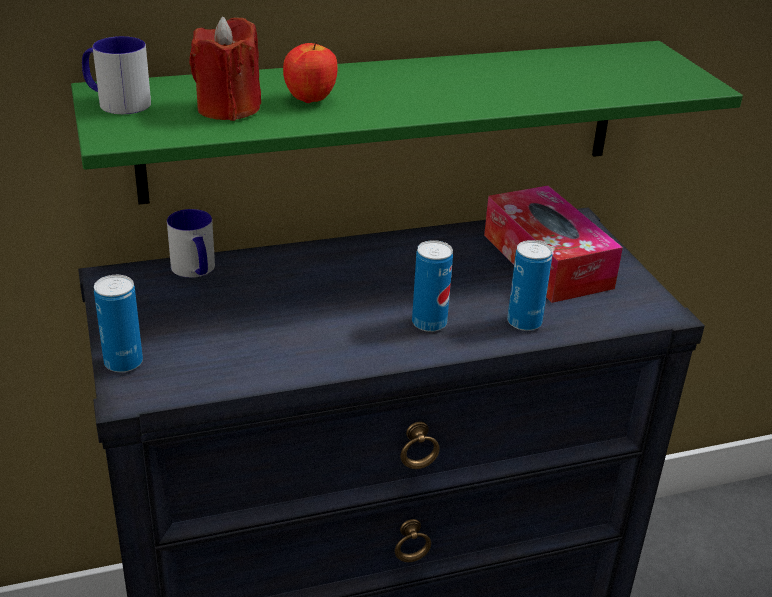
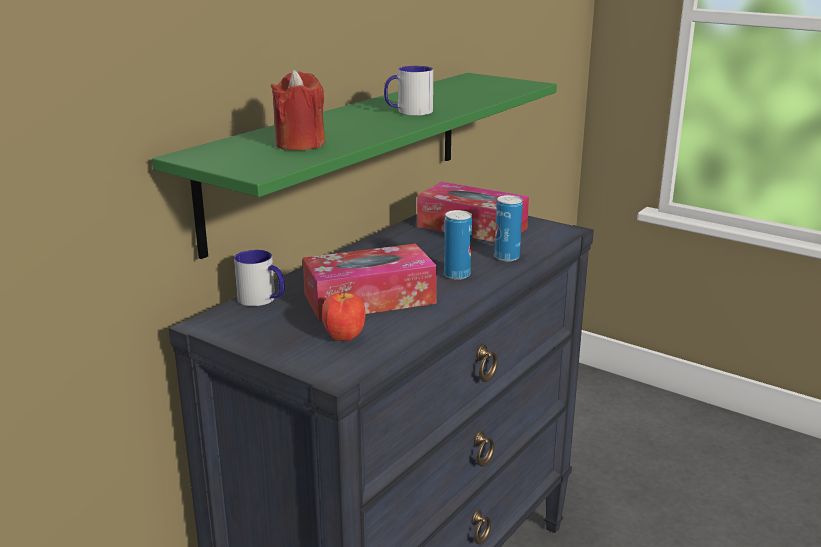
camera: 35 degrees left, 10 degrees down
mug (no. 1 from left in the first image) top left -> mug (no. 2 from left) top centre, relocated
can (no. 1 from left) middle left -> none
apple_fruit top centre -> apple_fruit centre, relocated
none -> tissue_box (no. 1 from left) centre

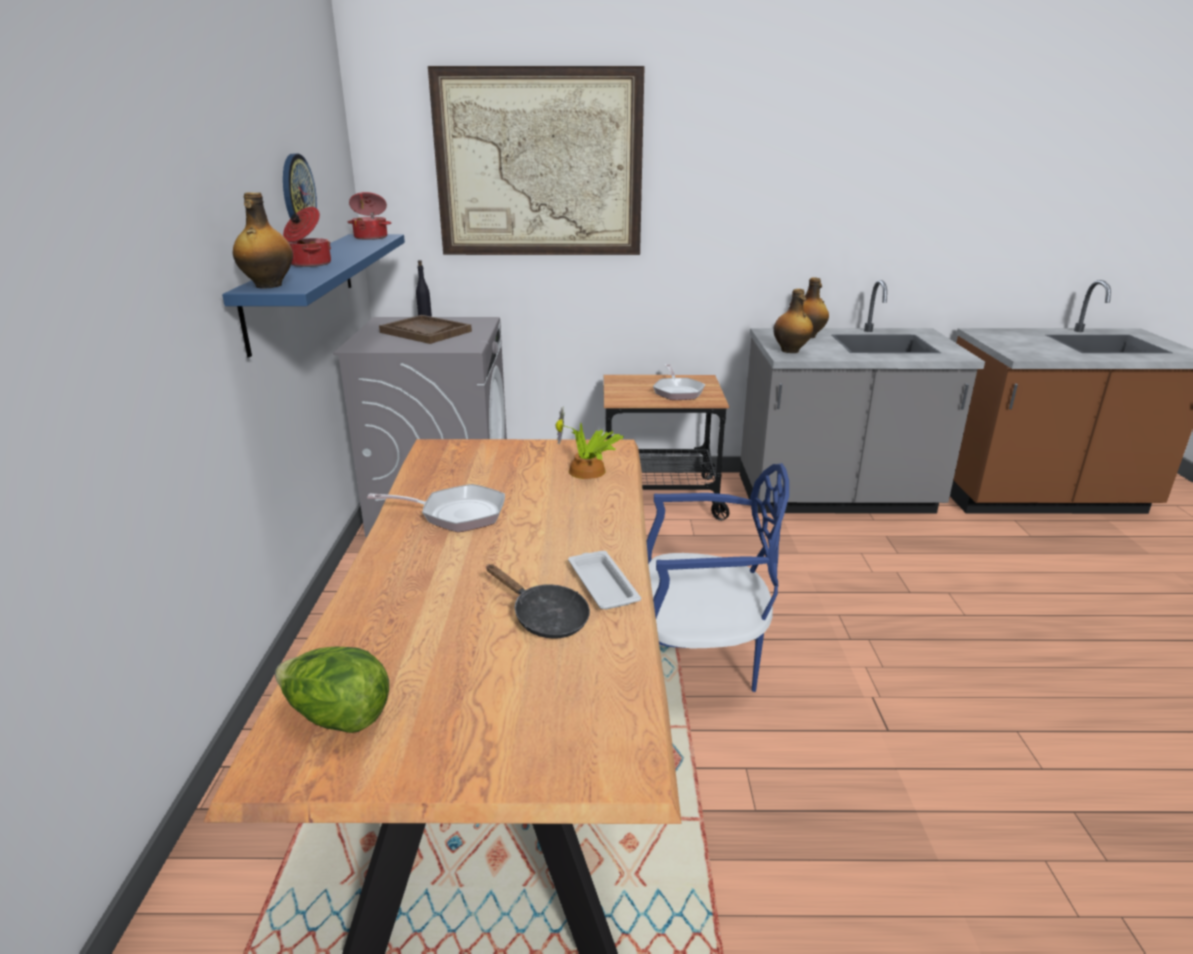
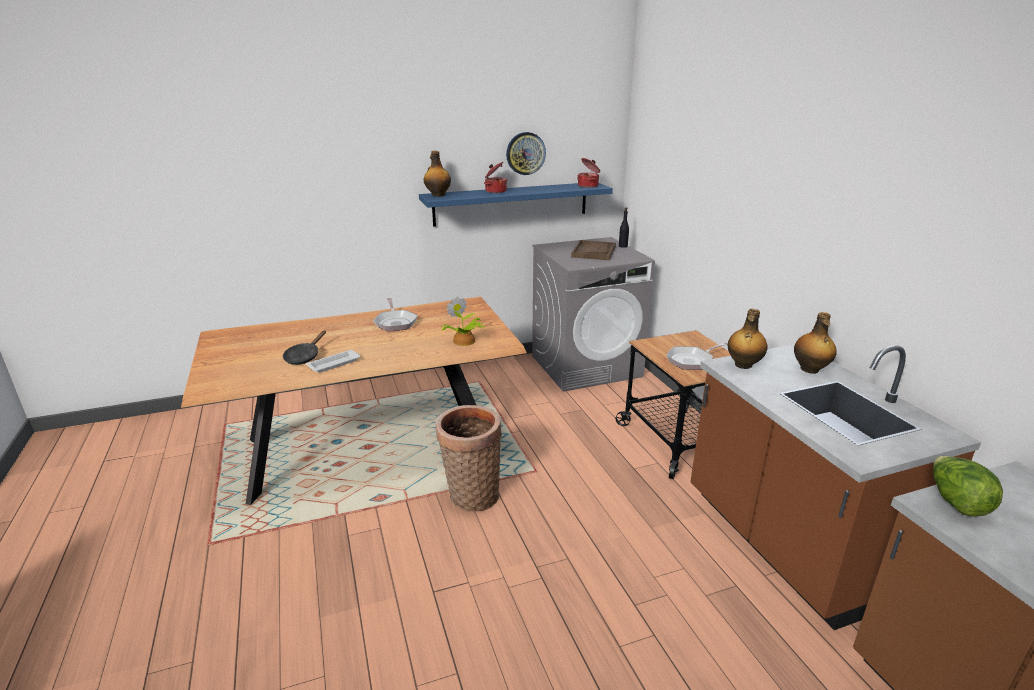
camera: 70 degrees right, 0 degrees up
lettuce bottom left -> lettuce bottom right, relocated
wall_picture top centre -> none
blue_chair centre -> storage_basket centre
greyish_counter middle right -> brownish_counter (no. 1 from left) bottom right

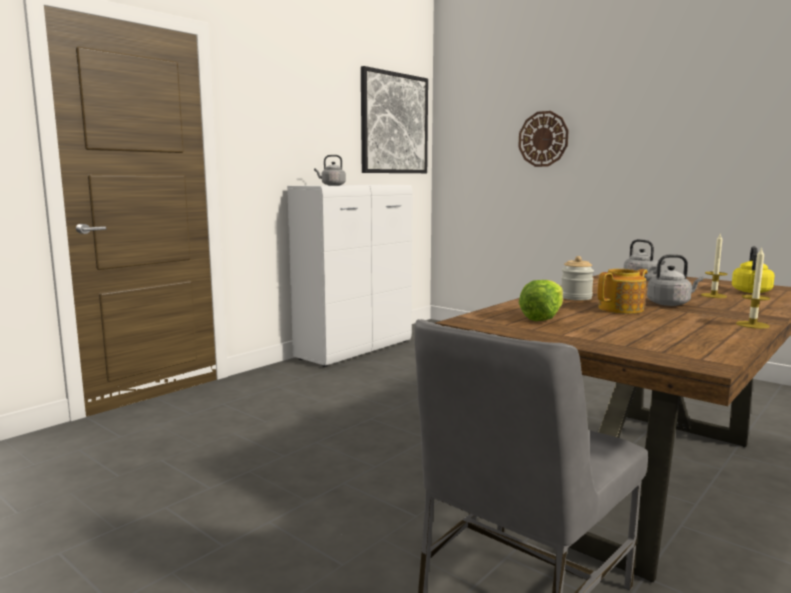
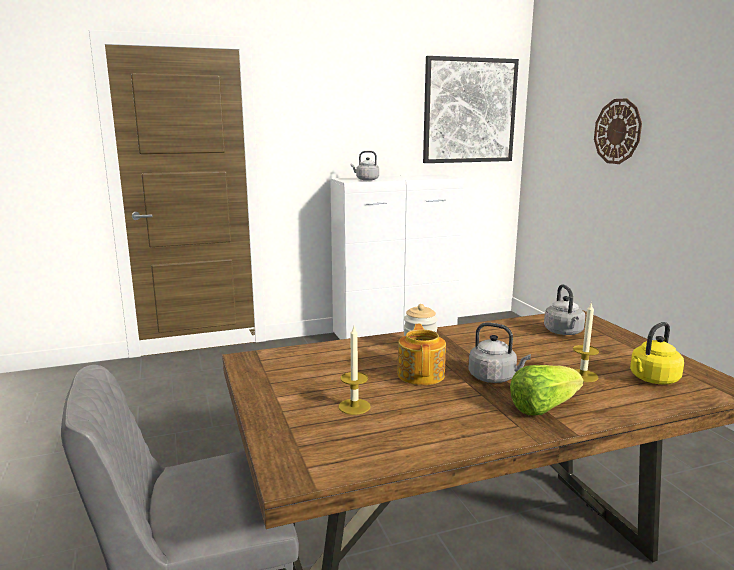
camera: 30 degrees right, 5 degrees up
lettuce middle right -> lettuce bottom right, relocated
tea_pot middle right -> tea_pot centre, 90 degrees counterclockwise
wax_candle (no. 2 from left in the first image) middle right -> wax_candle (no. 1 from left) centre, relocated

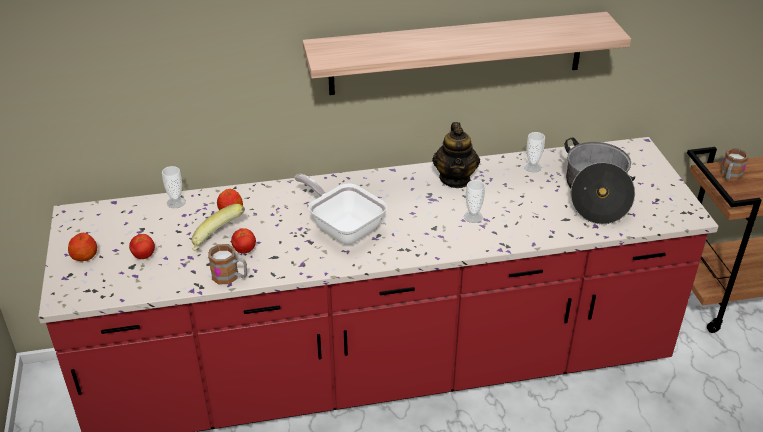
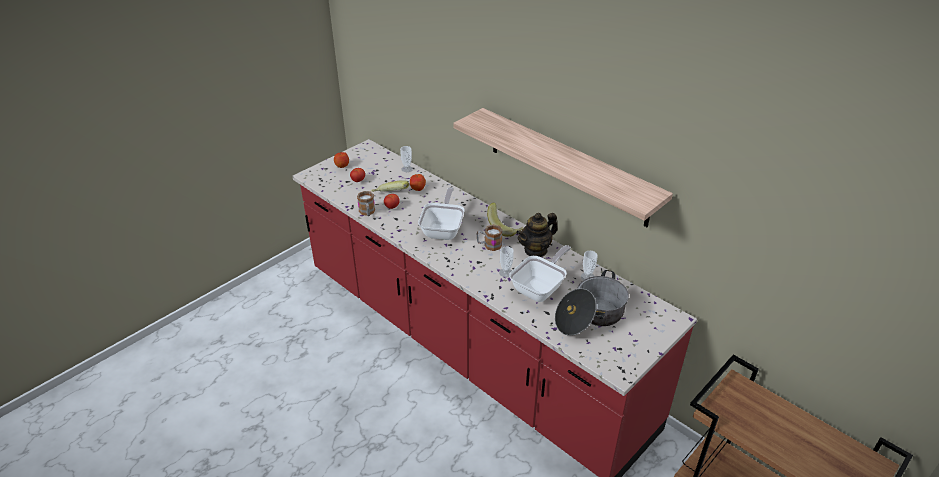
camera: 55 degrees right, 0 degrees up
mug (no. 2 from left) middle right -> mug (no. 2 from left) centre, relocated
none -> whole_banana (no. 2 from left) centre
none -> pan (no. 2 from left) centre

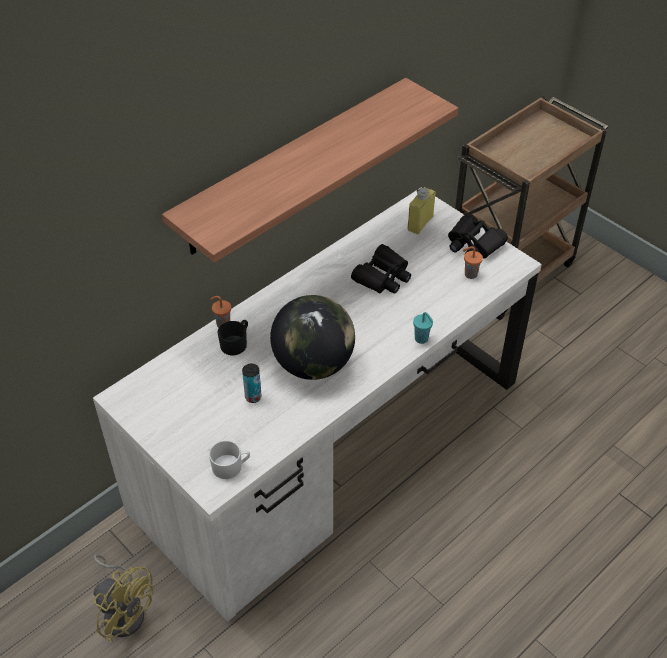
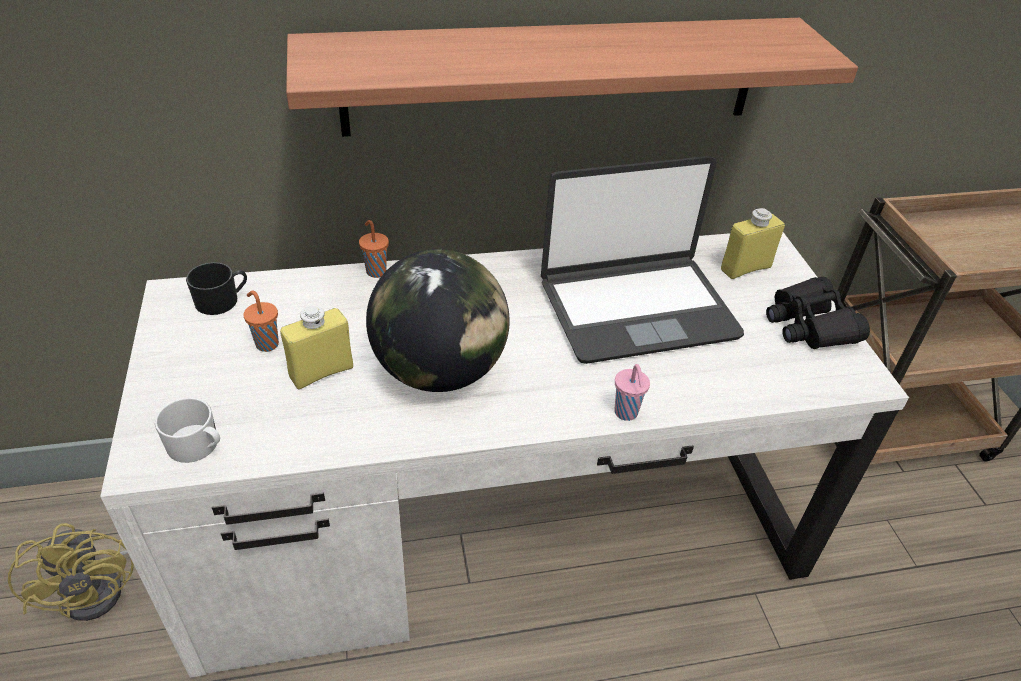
camera: 30 degrees right, 5 degrees down
black_mug centre -> black_mug middle left, relocated
can centre -> yellow-coloured_beverage_bottle (no. 1 from left) middle left
black_binoculars (no. 1 from left) centre -> laptop centre
blue-green_cup centre -> pink-coloured_cup centre
orange-coloured_cup (no. 2 from left in the first image) middle right -> orange-coloured_cup (no. 1 from left) middle left, relocated

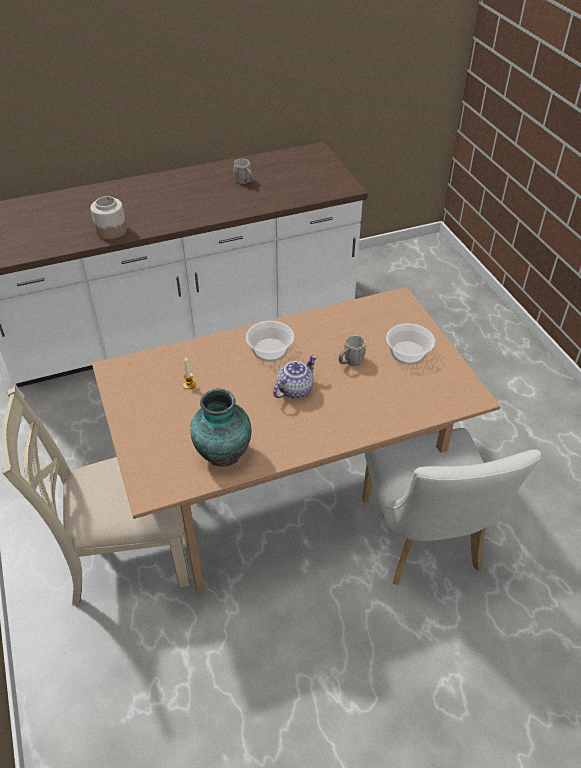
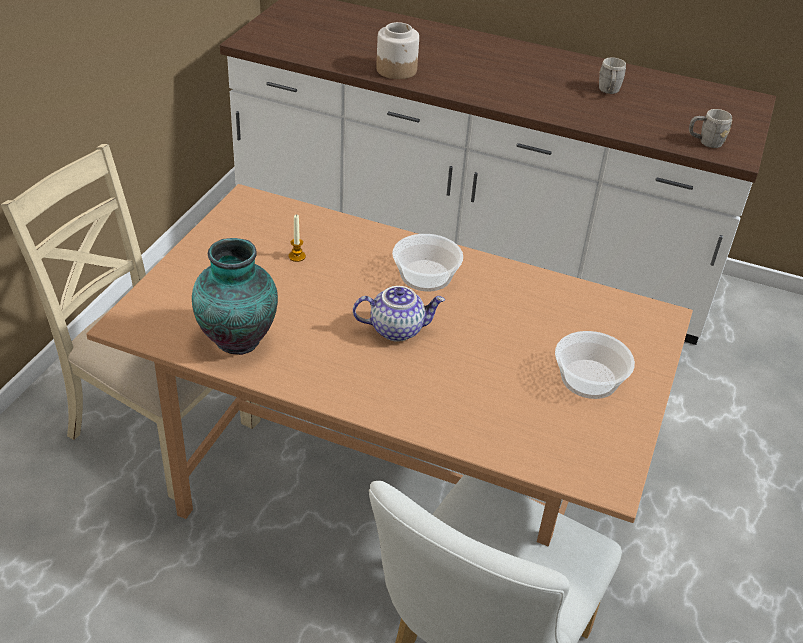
camera: 40 degrees right, 5 degrees down
greyish_mug (no. 2 from left) centre -> greyish_mug (no. 2 from left) top right, relocated

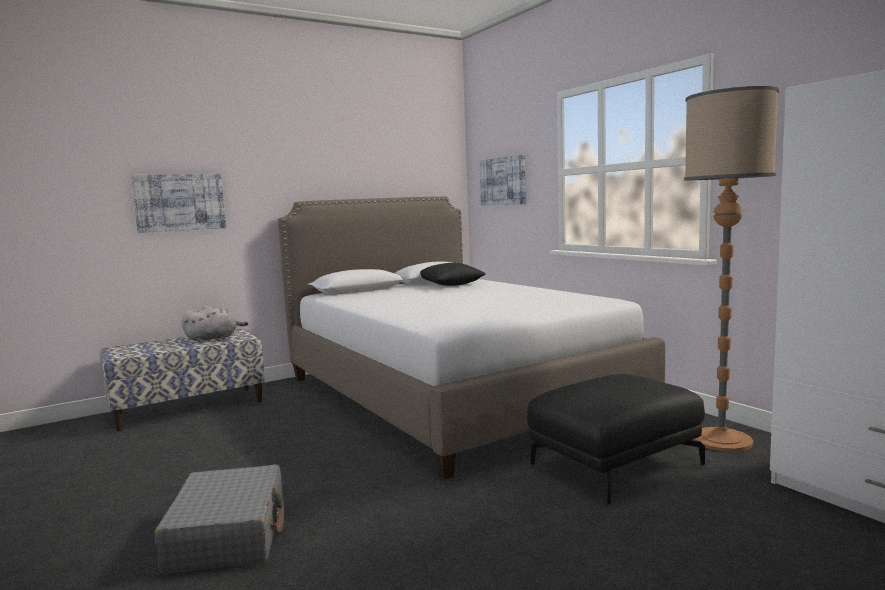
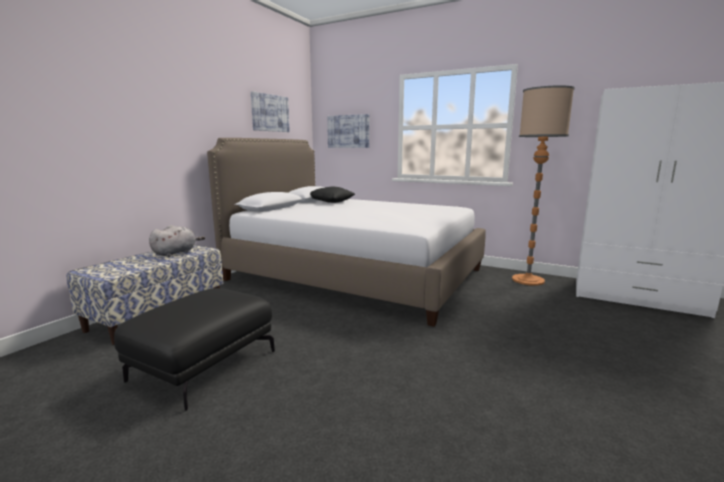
camera: 30 degrees left, 5 degrees up
wall_picture (no. 1 from left) middle left -> wall_picture (no. 1 from left) top centre, relocated
greyish_suitcase bottom left -> none
black_pouffe bottom right -> black_pouffe bottom left, relocated

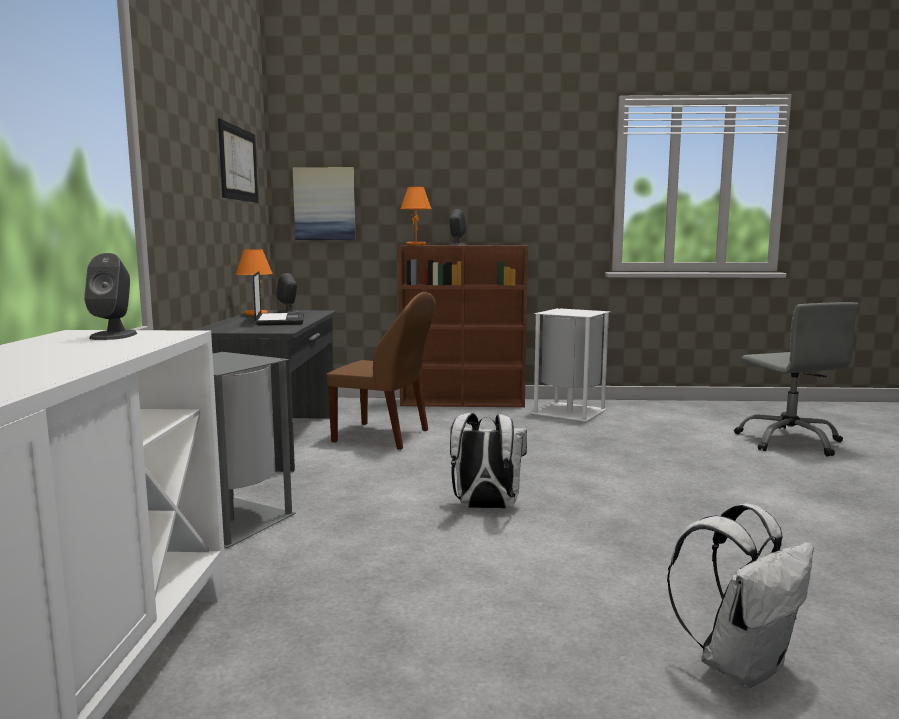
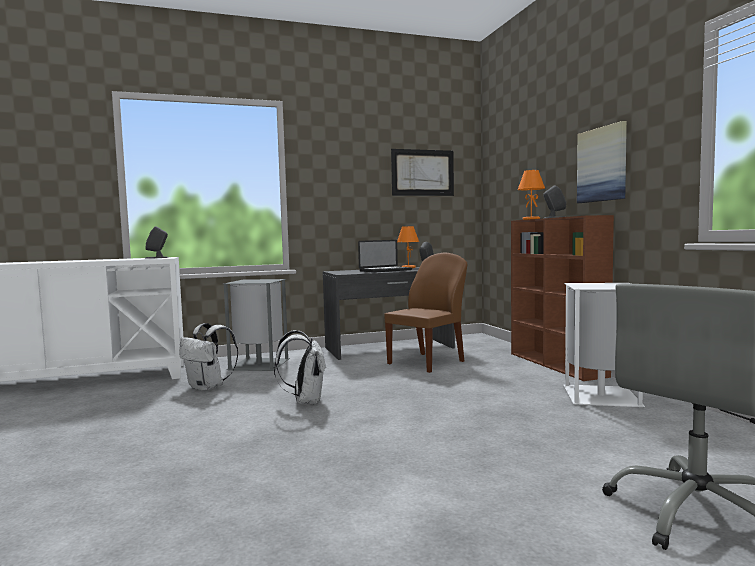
camera: 70 degrees right, 5 degrees down
wall_picture (no. 2 from left) top centre -> wall_picture (no. 2 from left) top right, relocated
brownish_chair centre, 135 degrees counterclockwise
white_rucksack (no. 2 from left in the first image) bottom right -> white_rucksack (no. 1 from left) middle left, relocated

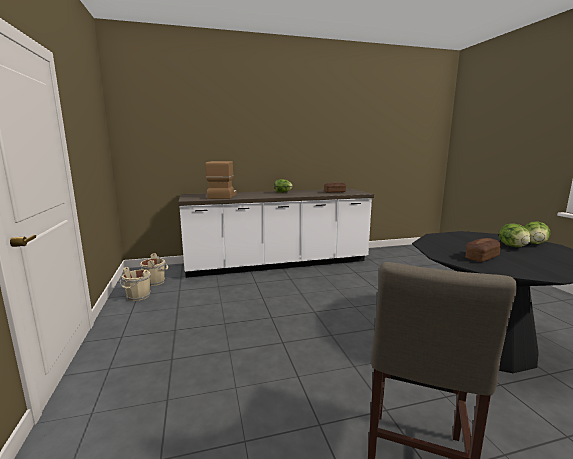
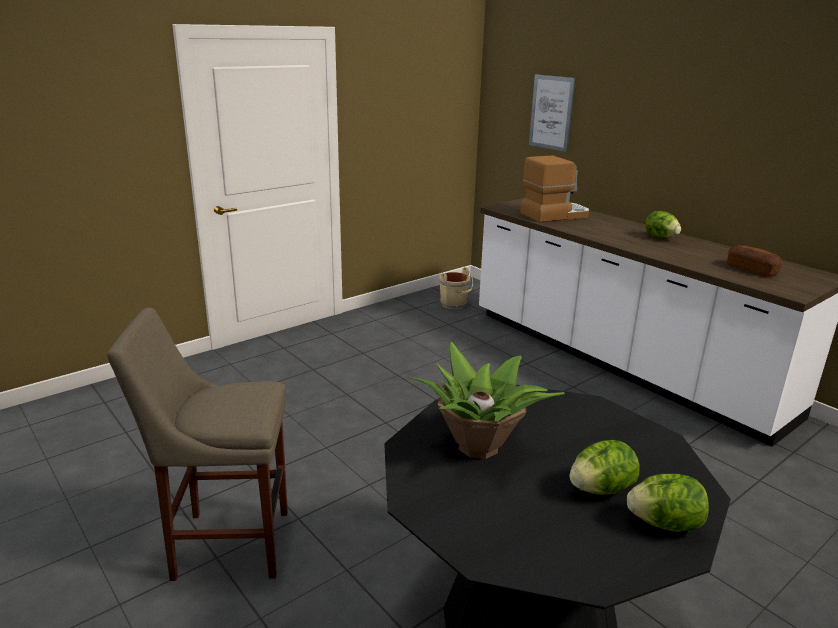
camera: 65 degrees right, 10 degrees up
beige_bucket (no. 1 from left) middle left -> none
baked_bread (no. 2 from left) middle right -> plant_in_a_pot centre
none -> wall_picture top centre

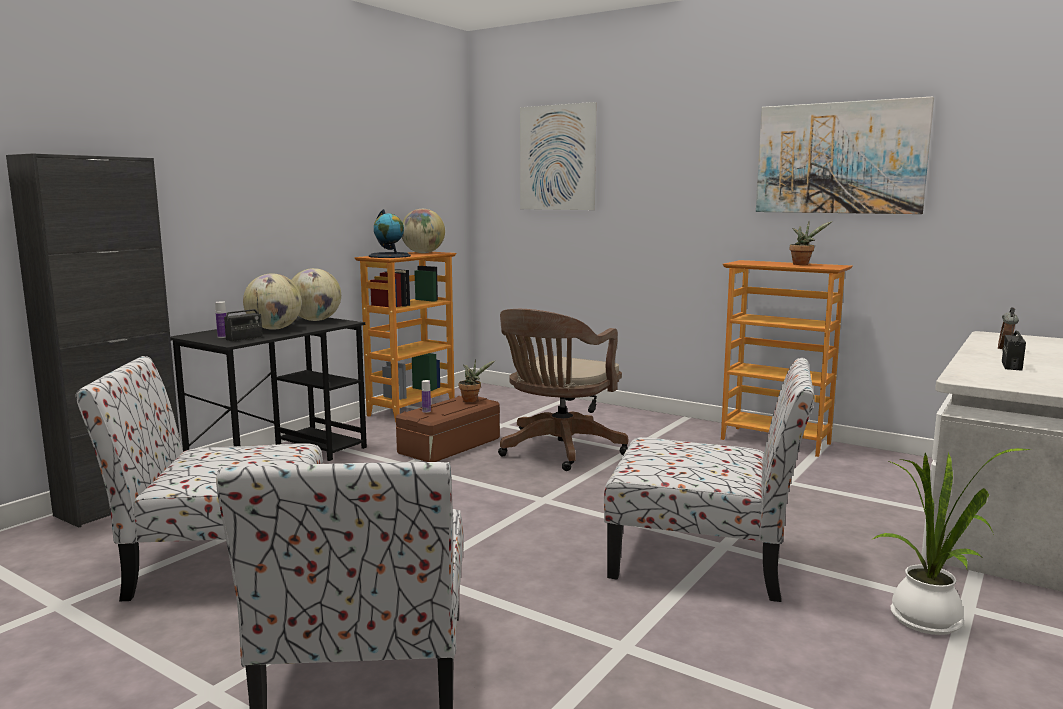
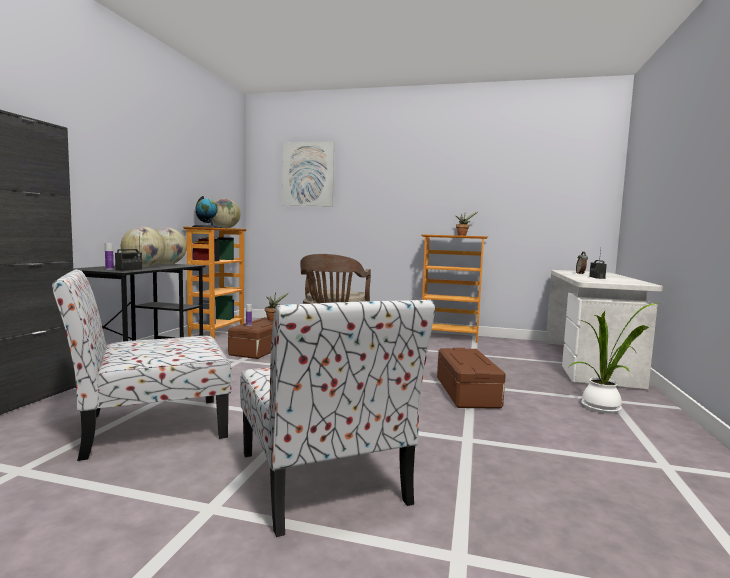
camera: 20 degrees left, 5 degrees down
chair (no. 3 from left) bottom right -> brownish_storage_bin (no. 2 from left) centre
wall_picture (no. 2 from left) top right -> none

